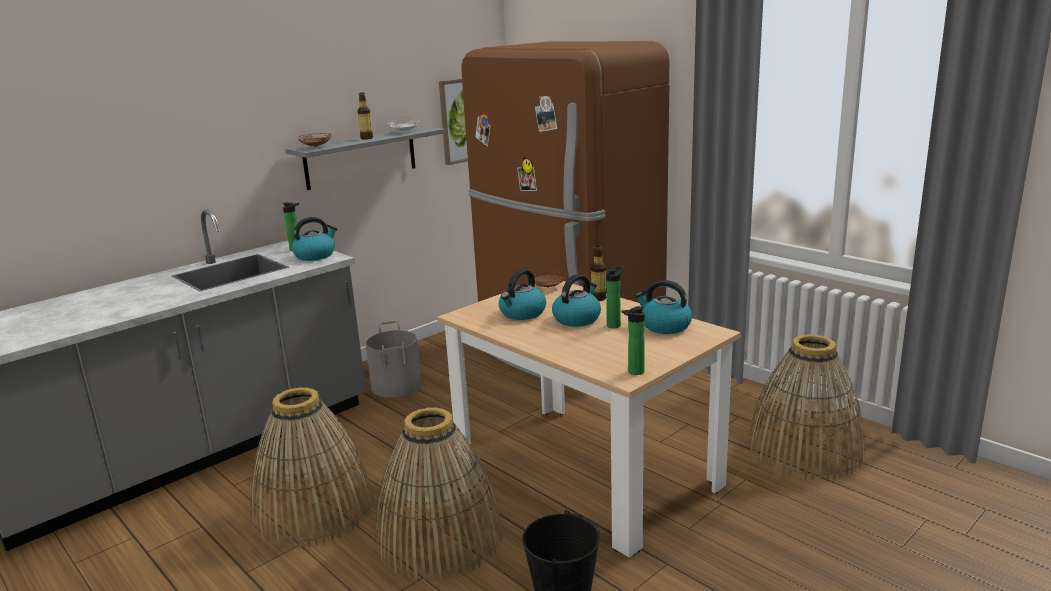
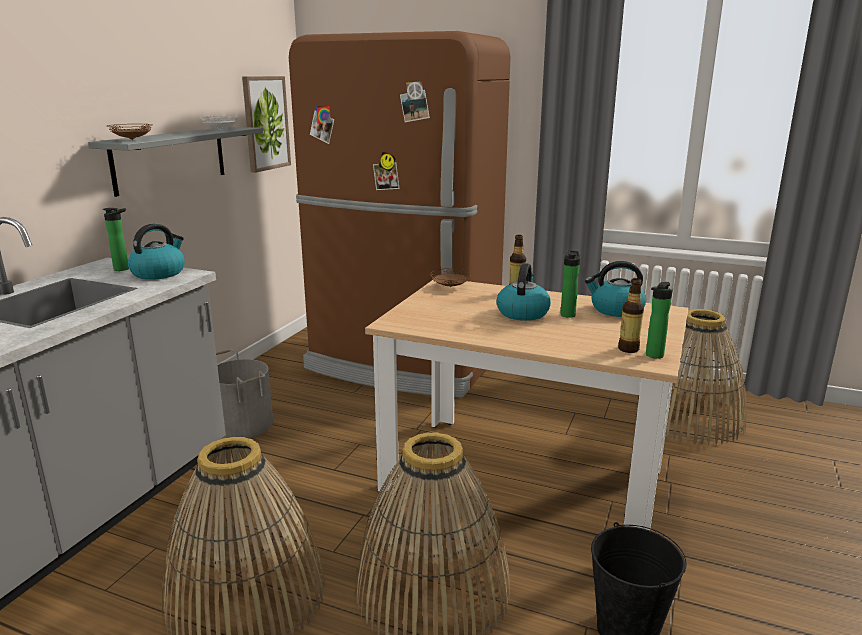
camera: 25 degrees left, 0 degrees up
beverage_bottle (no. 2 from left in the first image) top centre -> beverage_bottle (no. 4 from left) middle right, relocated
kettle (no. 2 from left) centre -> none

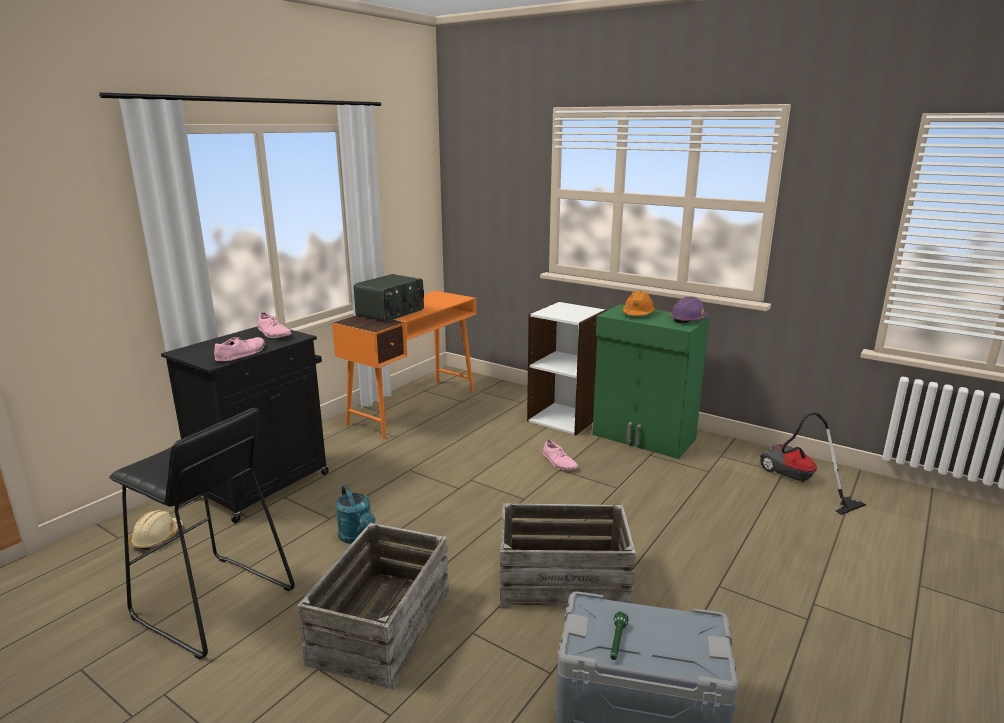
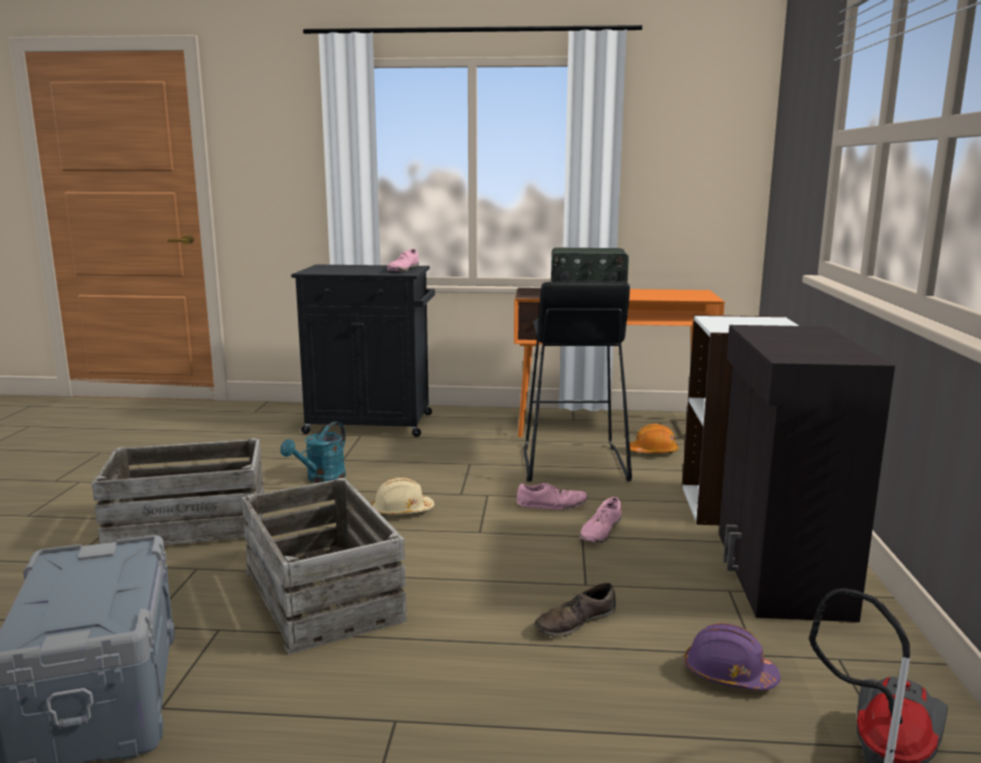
camera: 60 degrees right, 5 degrees down
black_sitting_stool bottom left -> black_sitting_stool centre, relocated
beige_safety_helmet bottom left -> beige_safety_helmet centre, relocated
pink-coloured_shoe (no. 1 from left in the first image) middle left -> pink-coloured_shoe (no. 2 from left) centre, relocated
green_cupboard centre -> black_cupboard (no. 2 from left) middle right
green_flashlight bottom centre -> none
orange-coloured_safety_helmet centre -> orange-coloured_safety_helmet middle right, relocated
purple_safety_helmet middle right -> purple_safety_helmet bottom right, relocated
none -> brownish_shoe bottom centre

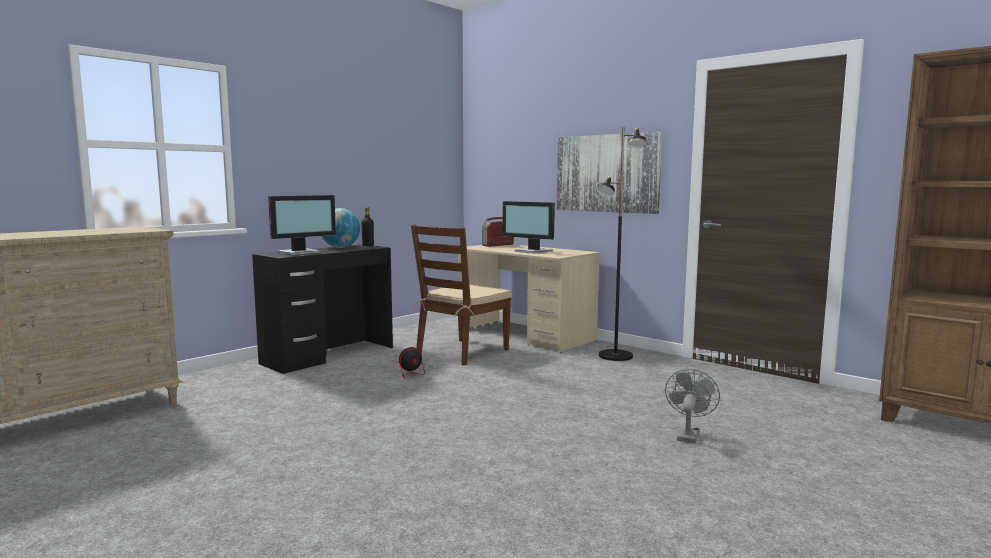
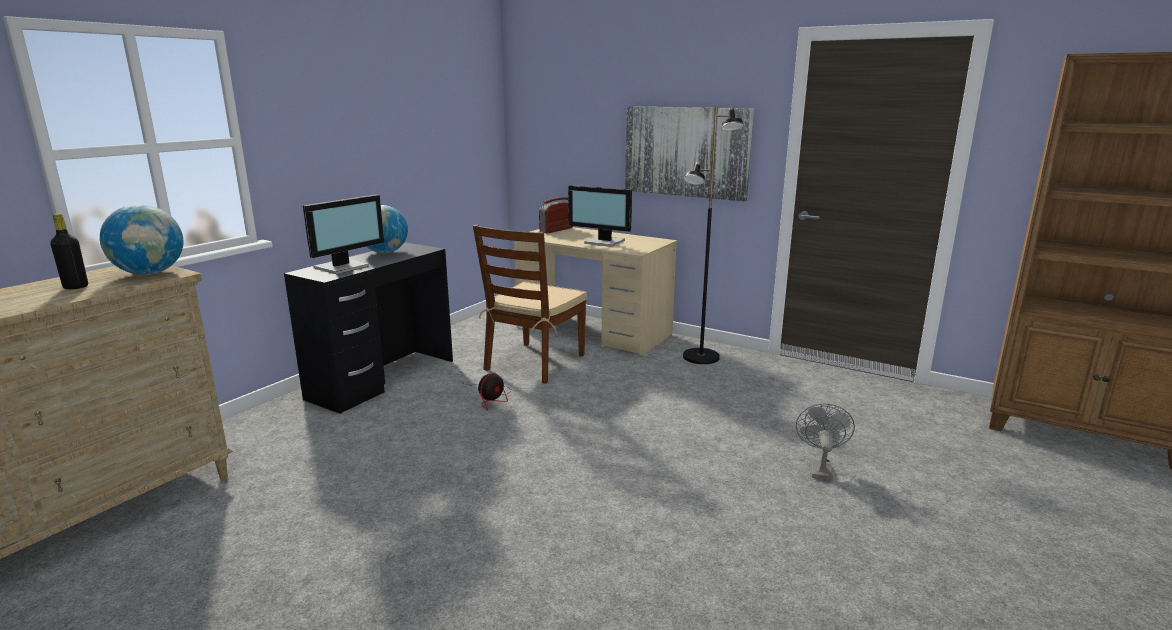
camera: 10 degrees left, 10 degrees up
black_beverage_bottle centre -> black_beverage_bottle middle left, relocated
none -> desk_globe (no. 1 from left) middle left

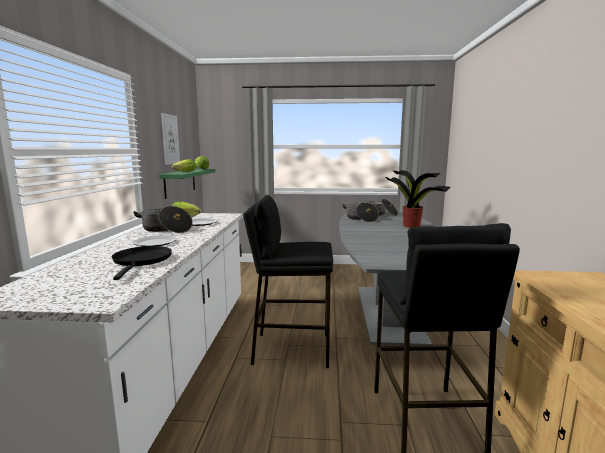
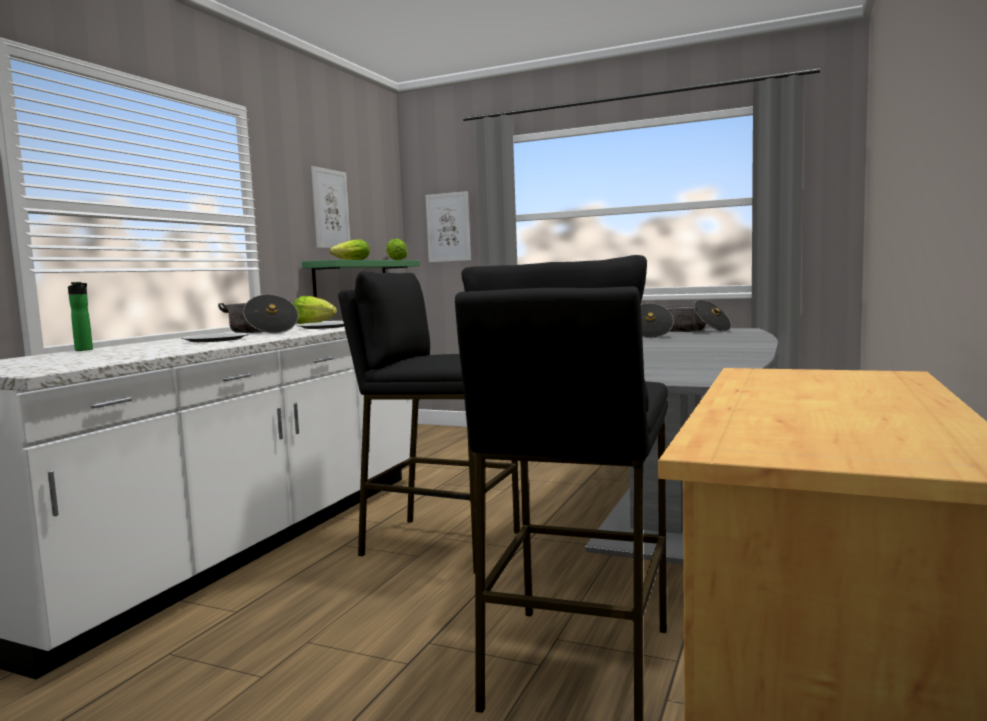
camera: 20 degrees right, 5 degrees down
black_pan middle left -> none
plant_in_a_pot middle right -> none
none -> beverage_bottle middle left
none -> wall_picture (no. 2 from left) top centre

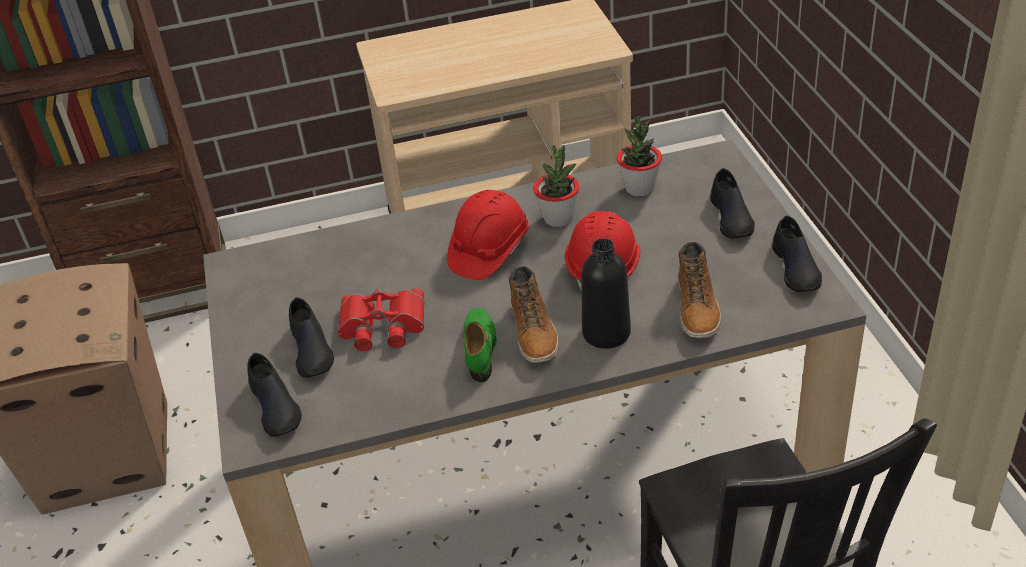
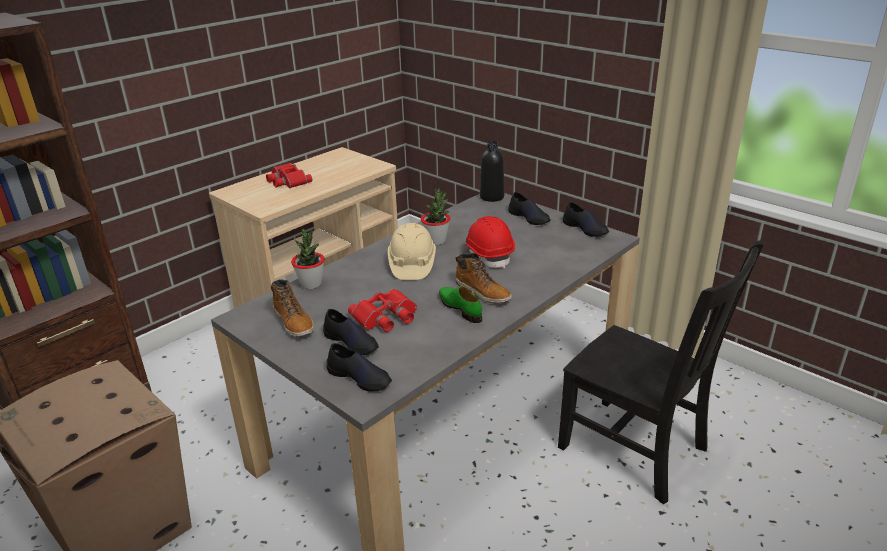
camera: 35 degrees left, 10 degrees down
red-coloured_safety_helmet (no. 1 from left) centre -> beige_safety_helmet centre
black_beverage_bottle centre -> black_beverage_bottle top centre, relocated
plant_in_a_pot (no. 2 from left in the first image) top centre -> plant_in_a_pot (no. 1 from left) centre, relocated
boot (no. 2 from left in the first image) middle right -> boot (no. 1 from left) middle left, relocated
none -> red-coloured_binoculars (no. 1 from left) top left

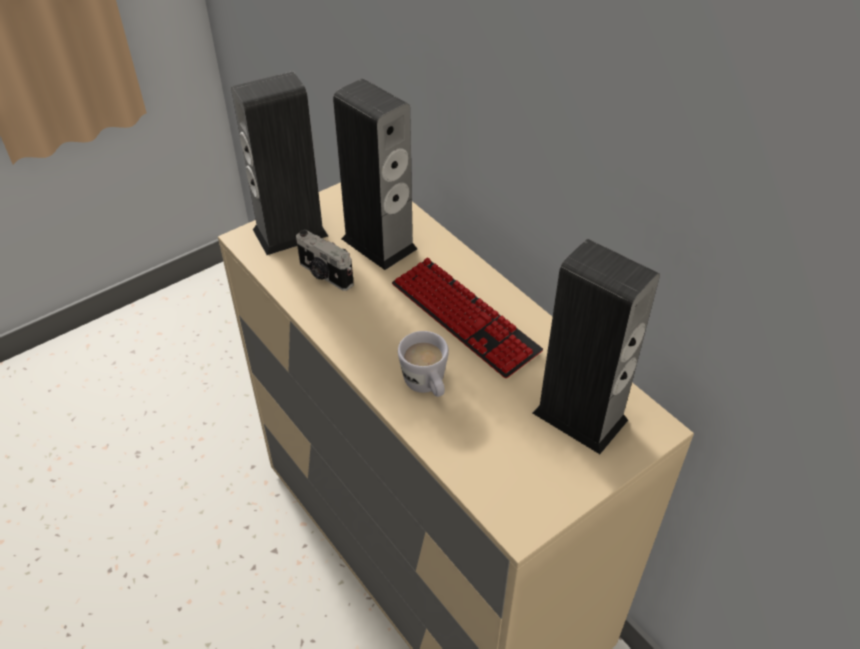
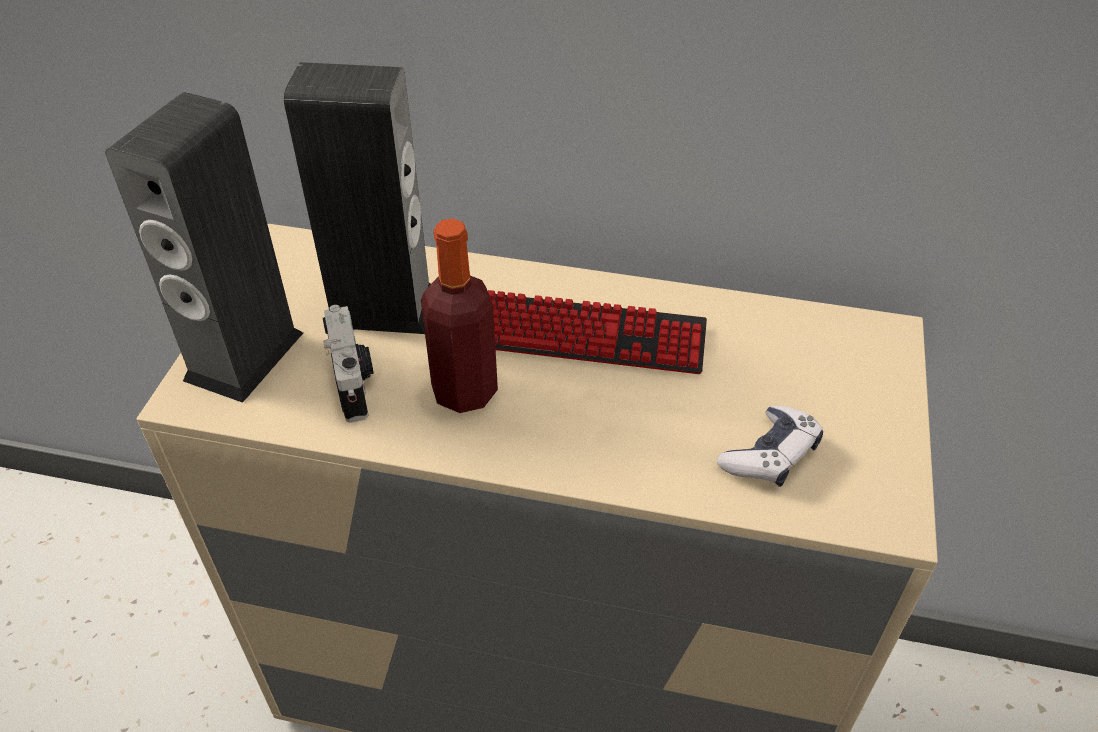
camera: 40 degrees left, 0 degrees up
photo_camera centre -> photo_camera middle left, 105 degrees counterclockwise
white_mug centre -> none
audio_speaker (no. 3 from left) middle right -> none
none -> beverage_bottle centre
none -> joypad middle right

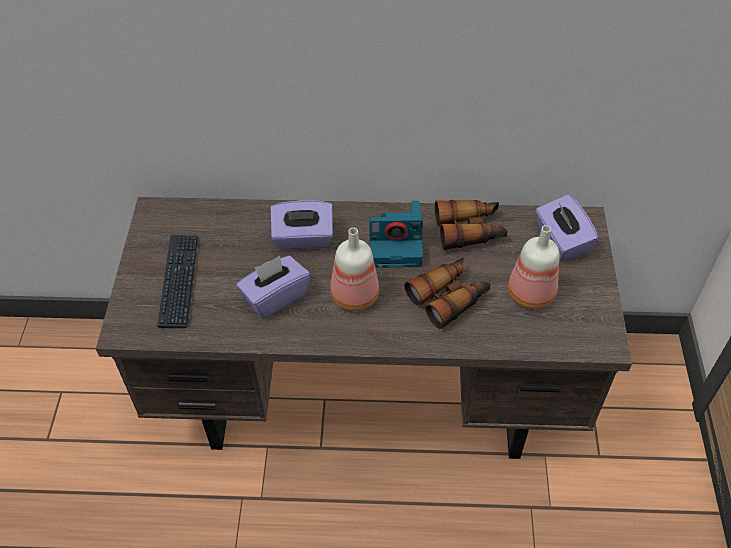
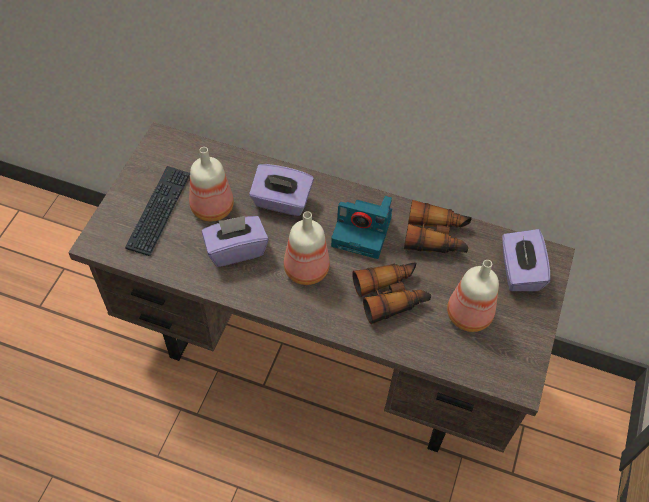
camera: 15 degrees right, 5 degrees up
none -> beverage_bottle (no. 1 from left) middle left

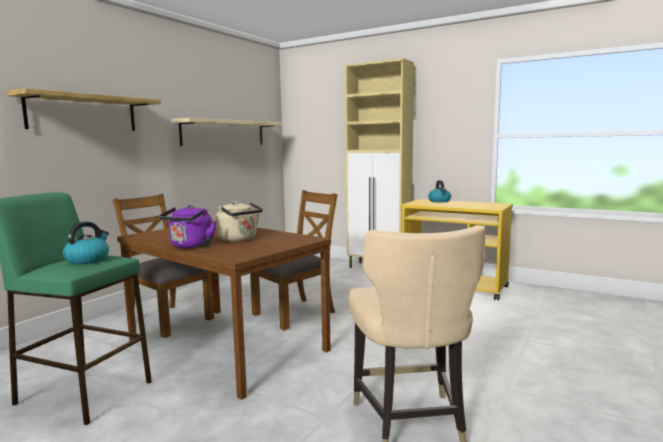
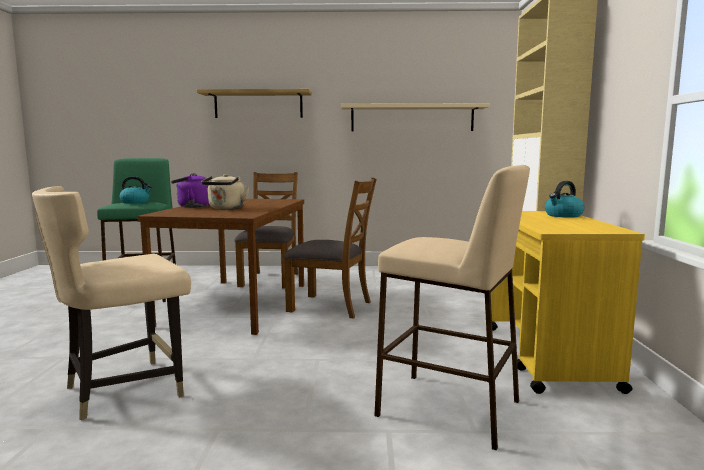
camera: 60 degrees right, 0 degrees up
none -> beige_sitting_stool centre

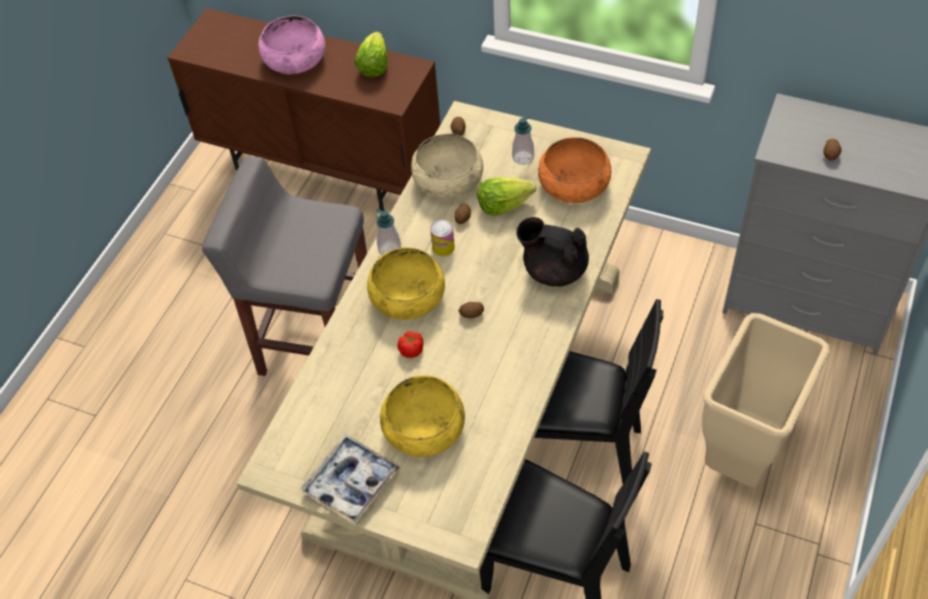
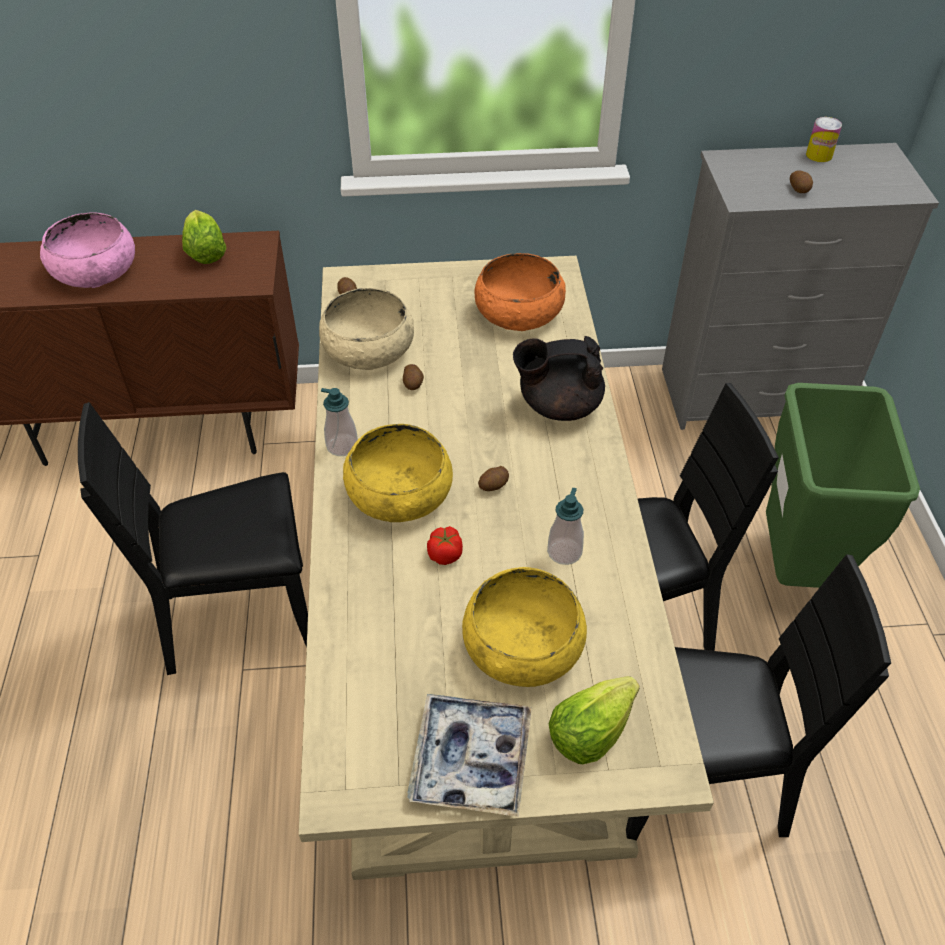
camera: 30 degrees left, 5 degrees down
greyish_sitting_stool middle left -> black_chair (no. 1 from left) middle left
can centre -> can top right, relocated
lettuce (no. 2 from left) top centre -> lettuce (no. 2 from left) bottom centre, relocated
soap_bottle (no. 2 from left) top centre -> soap_bottle (no. 2 from left) centre, relocated
beige_rubbish_bin bottom right -> green_rubbish_bin middle right

